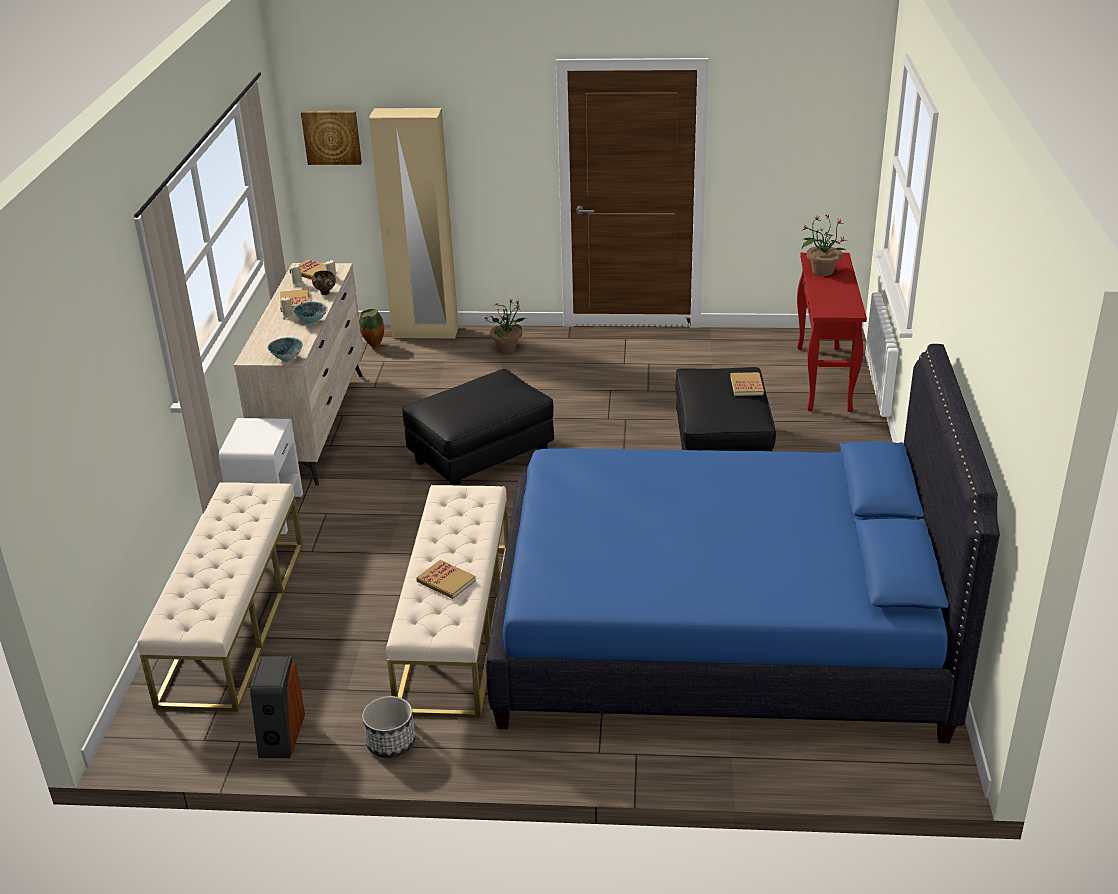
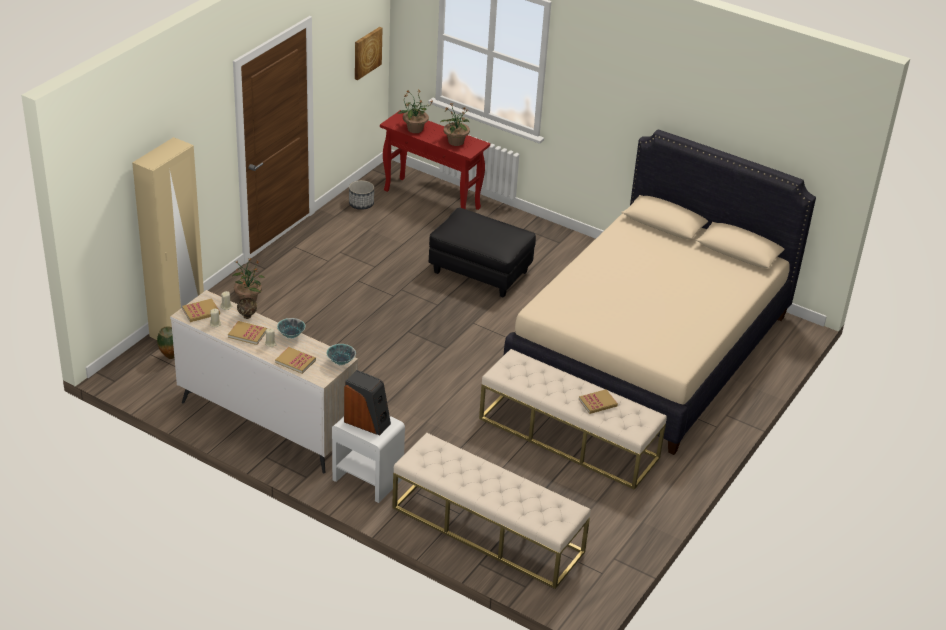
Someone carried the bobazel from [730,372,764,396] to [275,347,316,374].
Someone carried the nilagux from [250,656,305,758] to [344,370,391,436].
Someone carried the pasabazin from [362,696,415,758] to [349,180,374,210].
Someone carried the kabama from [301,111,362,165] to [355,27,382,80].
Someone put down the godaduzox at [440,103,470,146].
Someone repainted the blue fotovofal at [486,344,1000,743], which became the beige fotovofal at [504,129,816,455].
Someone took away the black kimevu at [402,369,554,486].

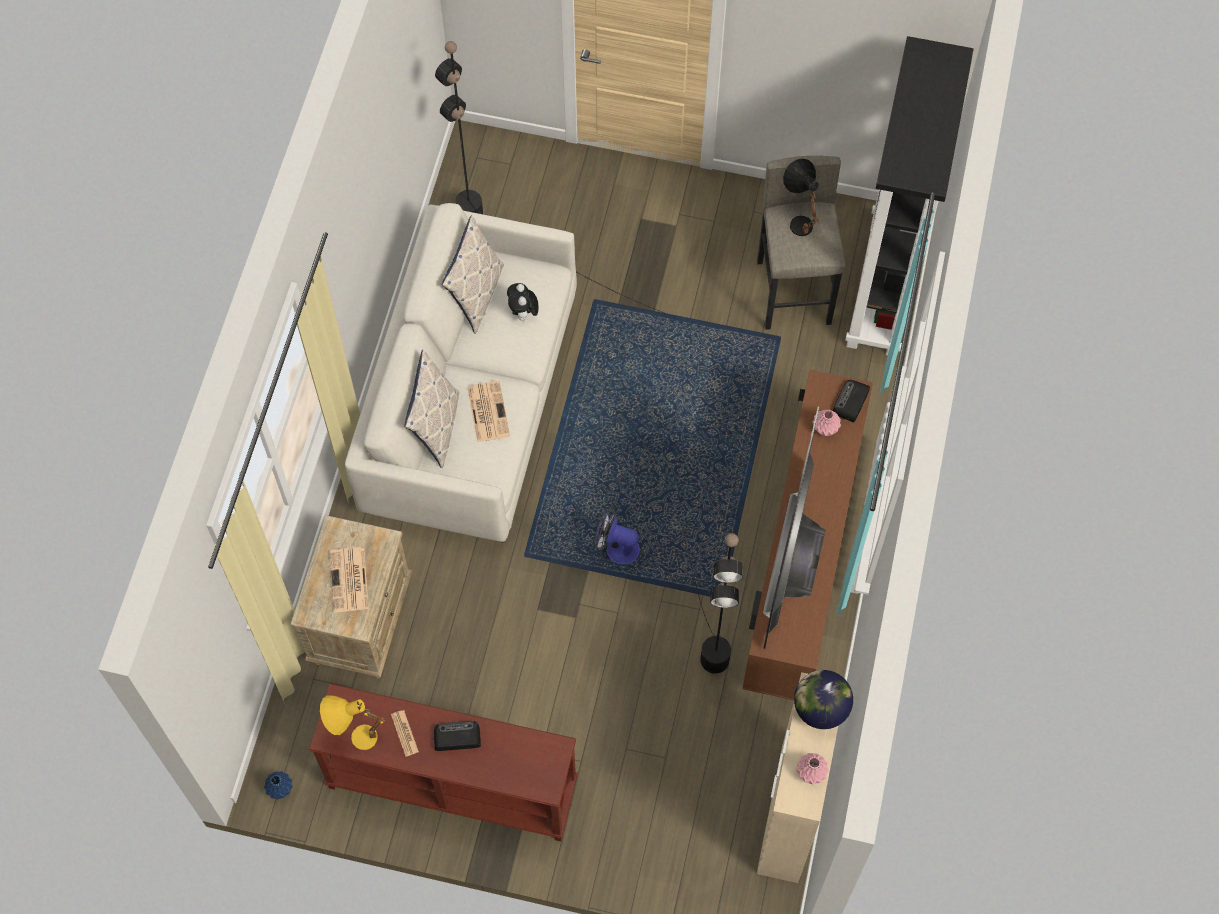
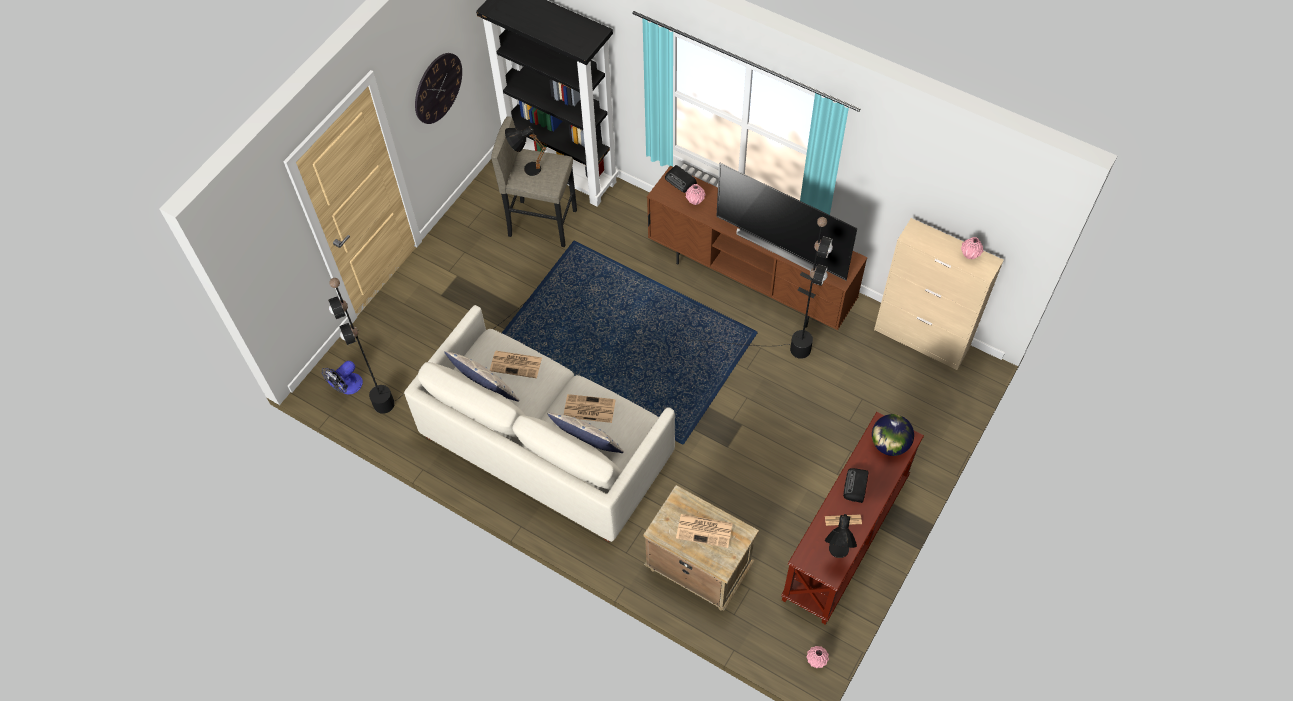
Someone carried the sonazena from [594,508,640,564] to [322,361,363,395].
Someone put up the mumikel at [415,53,462,124].
Someone swapped the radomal at [507,283,538,321] for the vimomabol at [490,351,542,378].
Someone repainted the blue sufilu at [264,771,293,799], which became the pink sufilu at [806,646,829,668].
Someone repainted the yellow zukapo at [320,695,385,750], which became the black zukapo at [825,514,857,558].
Someone carried the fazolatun from [794,670,853,729] to [872,414,914,456].

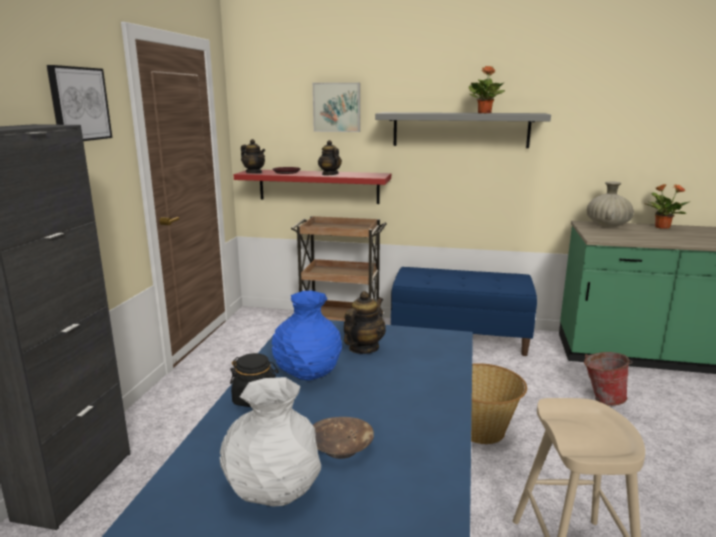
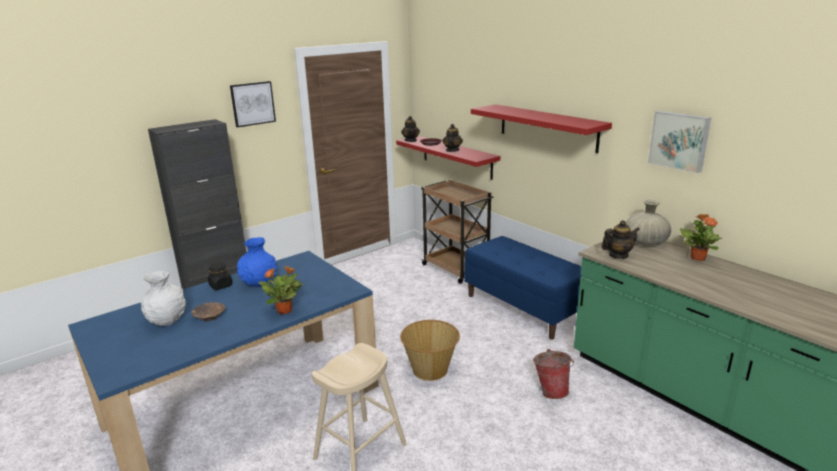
Someone carried the godaduzox from [469,66,505,113] to [259,266,304,314].
Someone repainted the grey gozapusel at [375,112,551,148], which became the red gozapusel at [471,104,612,153].
Someone carried the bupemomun from [344,291,386,354] to [601,220,640,259].
Someone carried the kabama from [313,83,360,132] to [648,111,711,173].

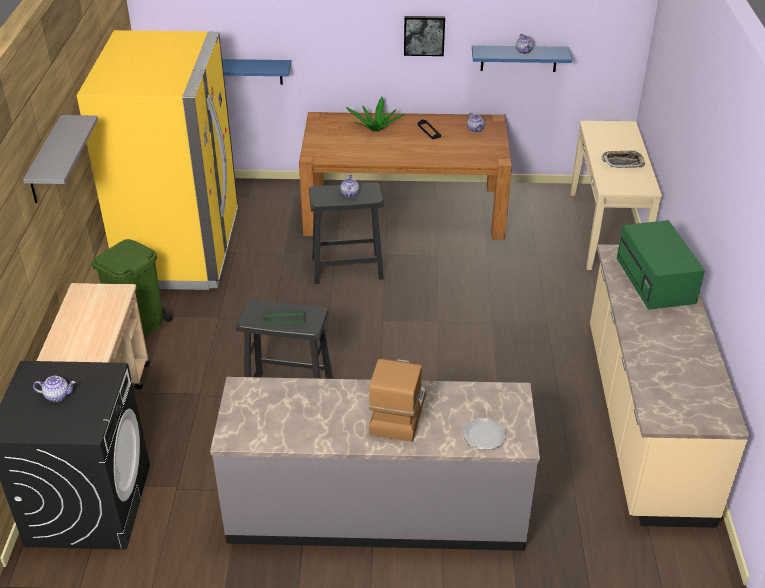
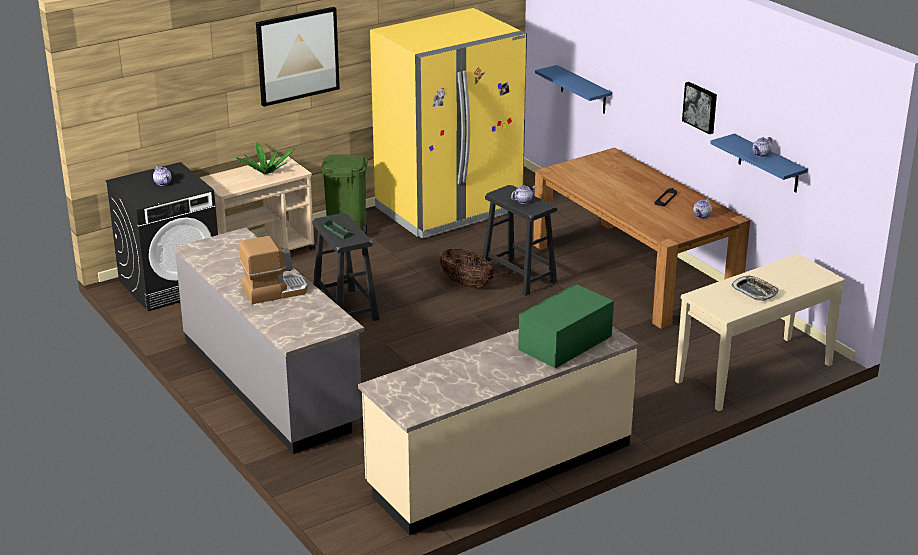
Someone carried the godaduzox from [346,97,405,131] to [235,142,295,174].
Someone swapped the grey gozapusel at [23,115,98,203] for the kabama at [256,7,340,107].
Someone put down the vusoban at [440,249,494,288].
Someone took away the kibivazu at [463,418,506,450].

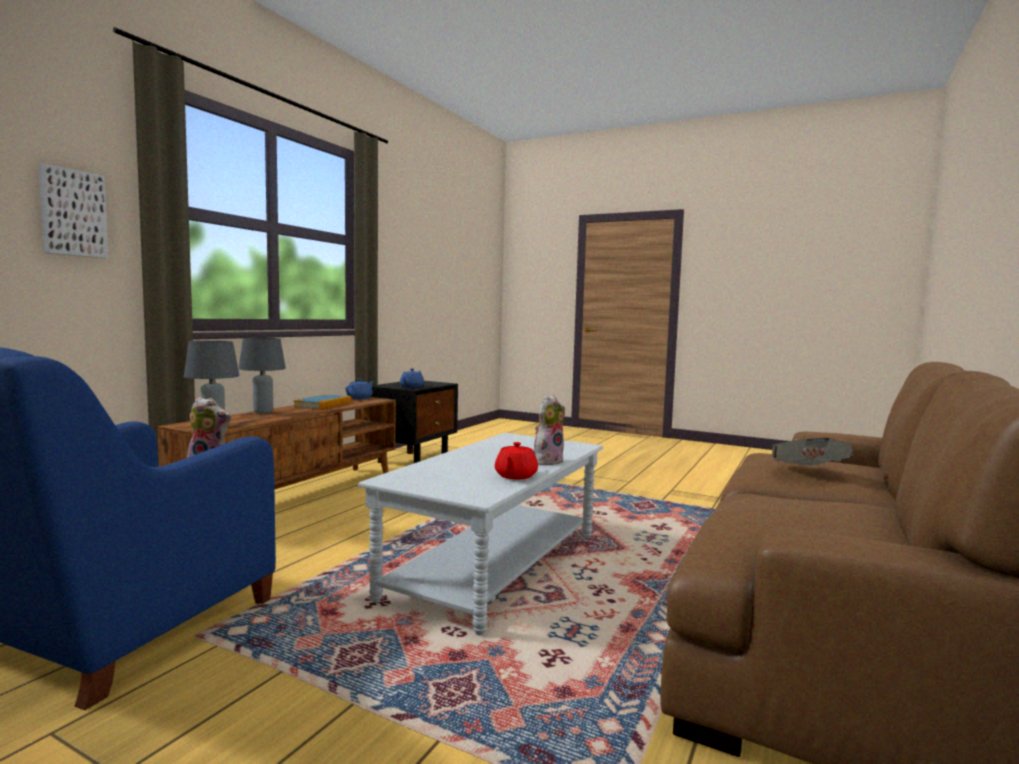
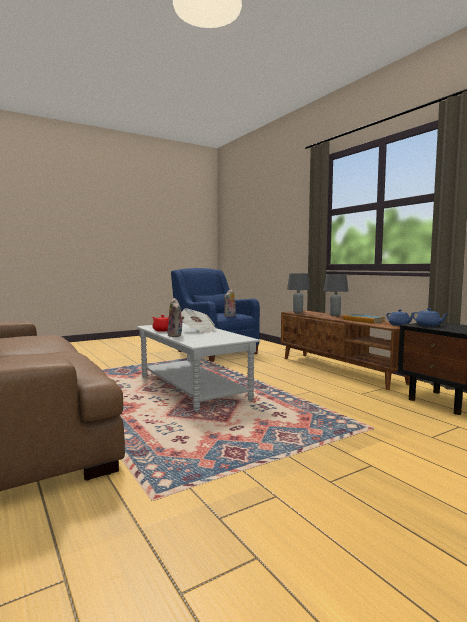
Someone carried the vimomabol from [772,438,853,465] to [181,309,217,334].
Someone took away the kabama at [38,163,109,258].

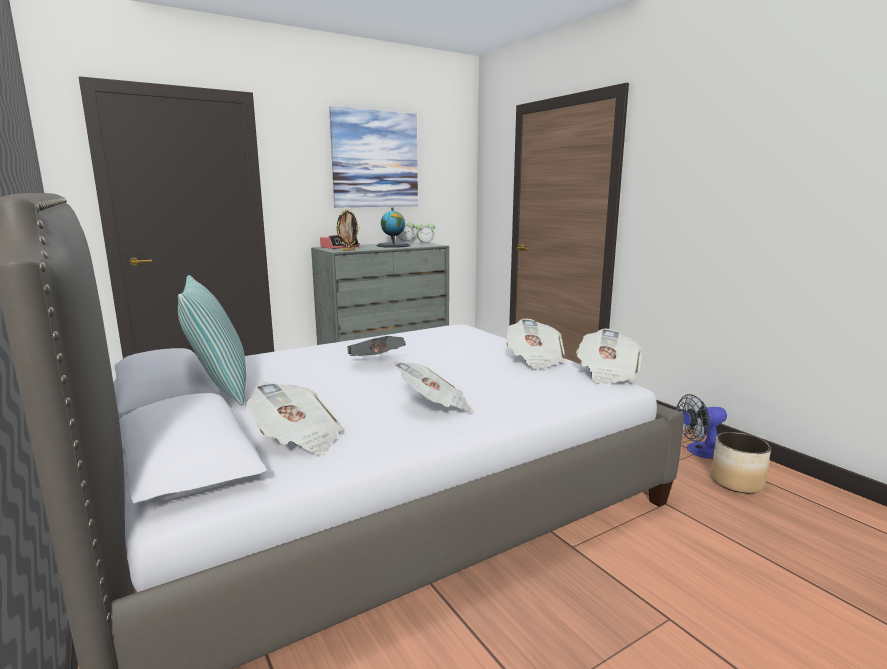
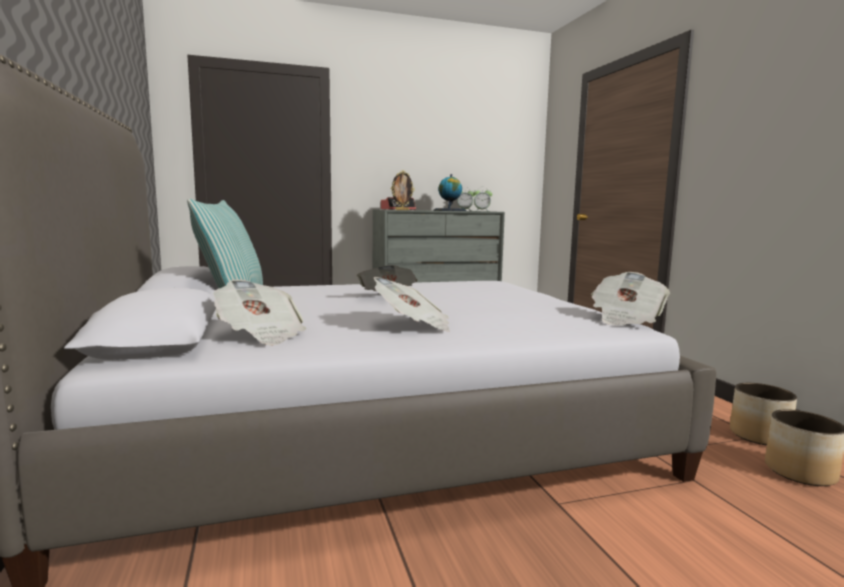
Someone swapped the sonazena at [676,394,727,459] for the pasabazin at [730,383,797,446].
Someone took away the kabama at [329,106,418,207].
Someone took away the vimomabol at [506,319,565,370].

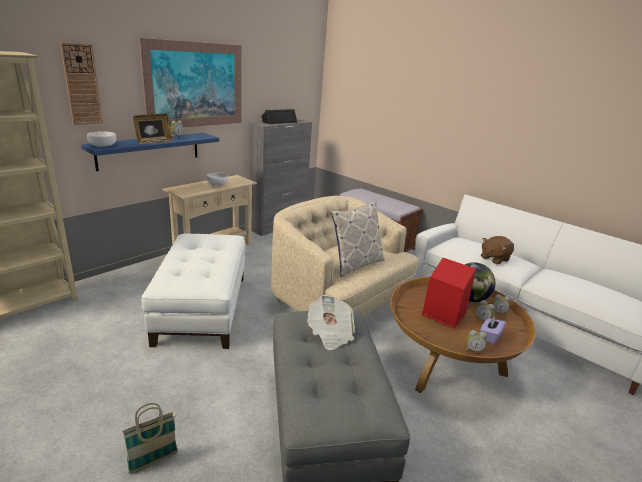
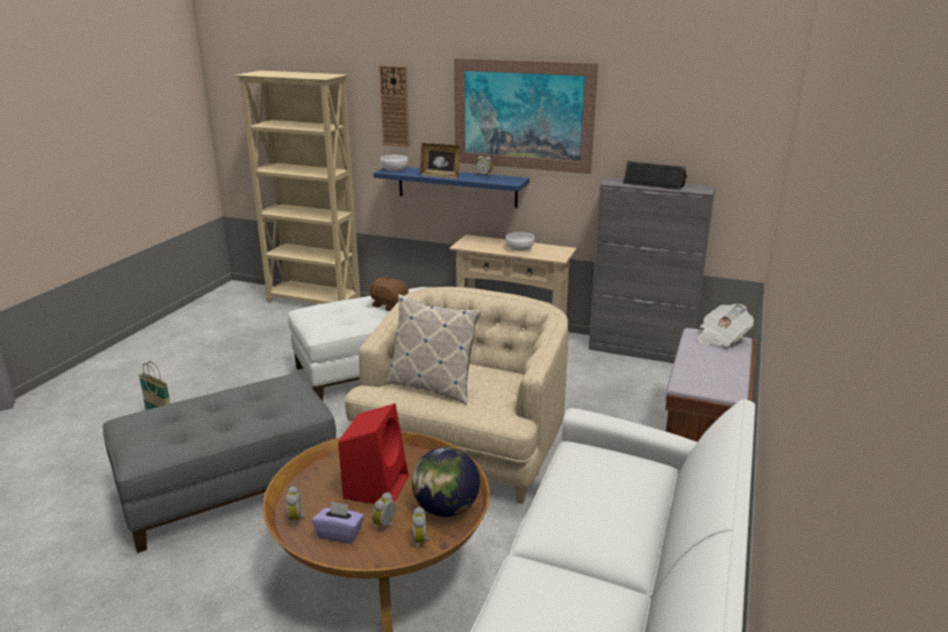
Someone carried the brown radomal from [481,236,514,264] to [369,276,409,311].
Someone carried the vimomabol from [307,295,355,350] to [698,304,754,347].

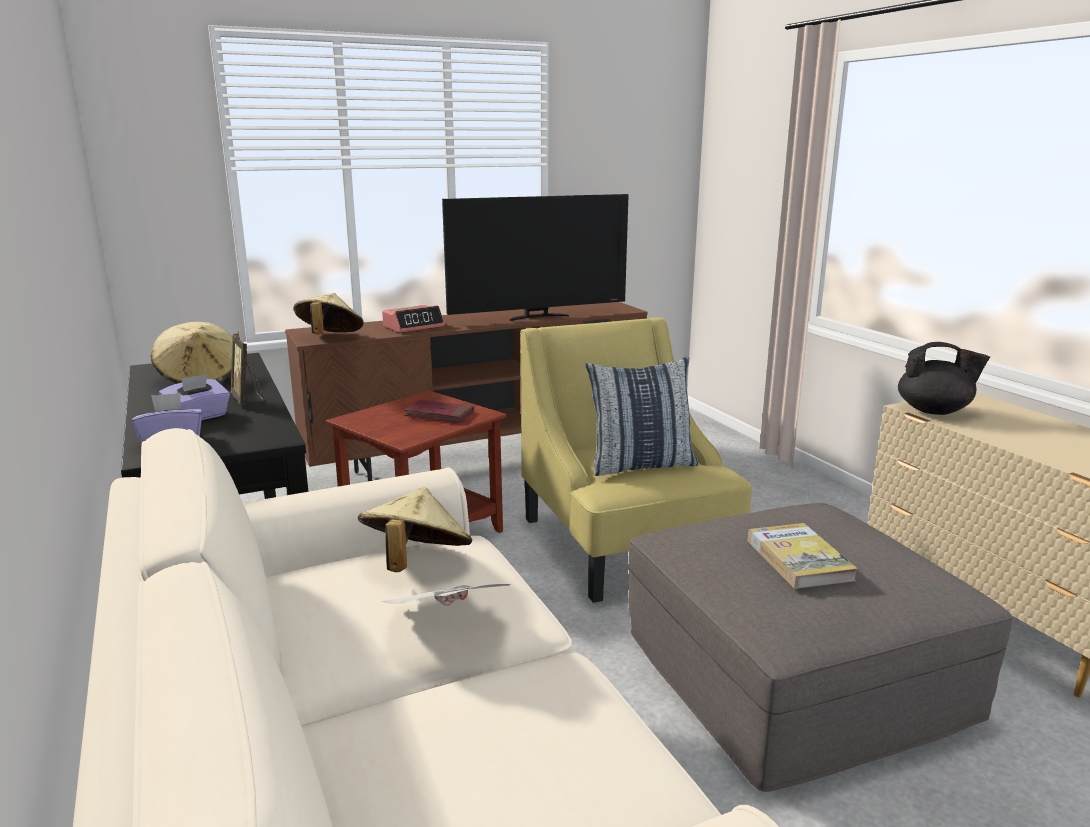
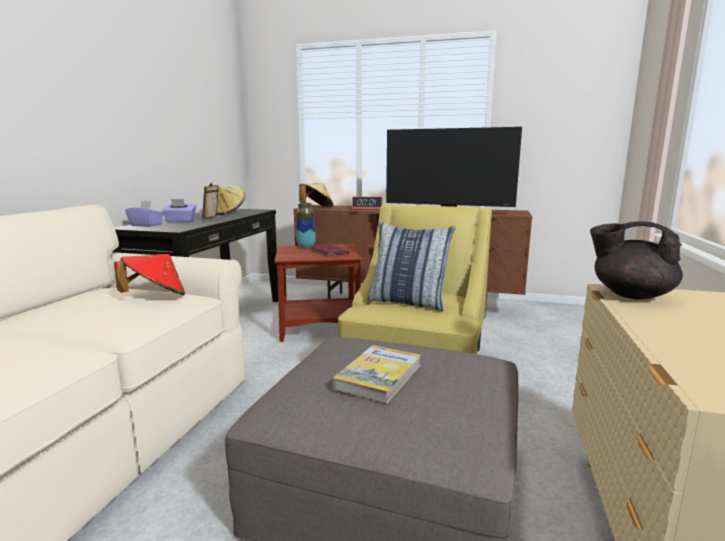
Someone repainted the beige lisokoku at [358,487,472,572], which became the red lisokoku at [114,254,185,295].
Someone put down the sufilu at [296,203,316,248].
Someone rotated the black bupemomun at [898,342,990,415] by 150 degrees clockwise.
Someone took away the vimomabol at [382,584,510,606].

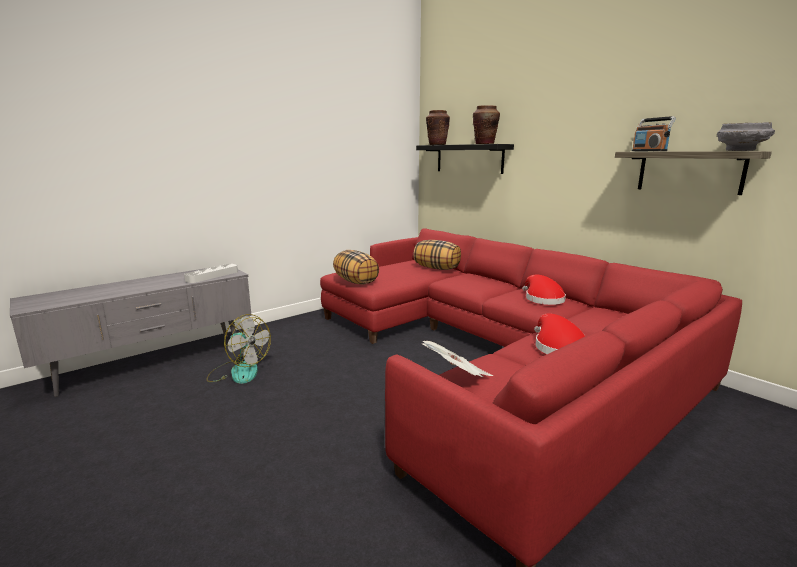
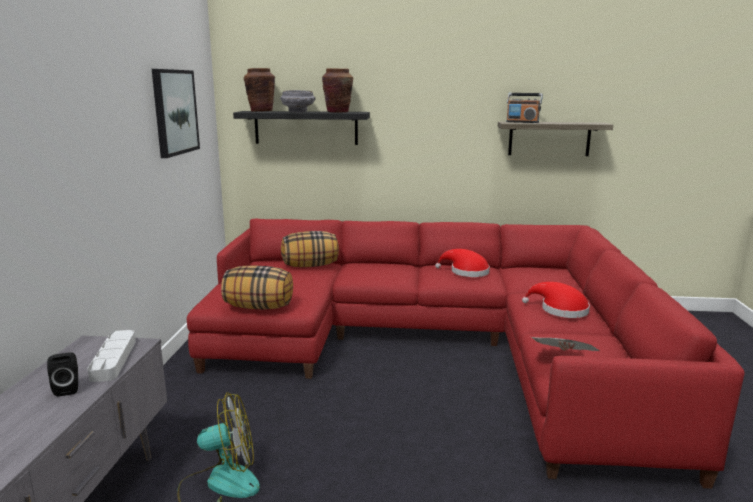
Someone put down the black nilagux at [47,352,78,397].
Someone put up the kabama at [152,69,200,158].
Someone carried the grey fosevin from [717,122,775,151] to [280,90,315,112].

